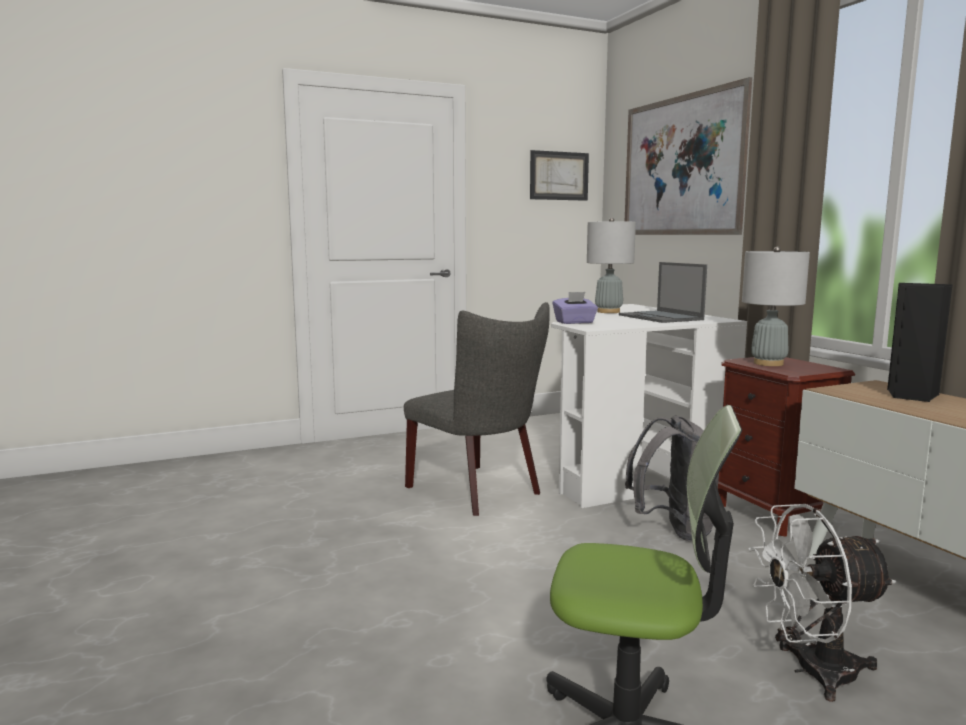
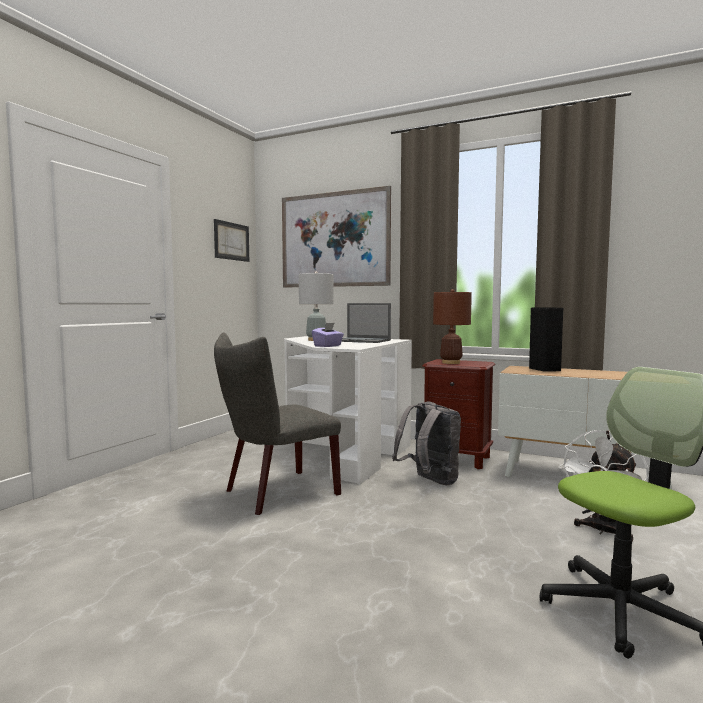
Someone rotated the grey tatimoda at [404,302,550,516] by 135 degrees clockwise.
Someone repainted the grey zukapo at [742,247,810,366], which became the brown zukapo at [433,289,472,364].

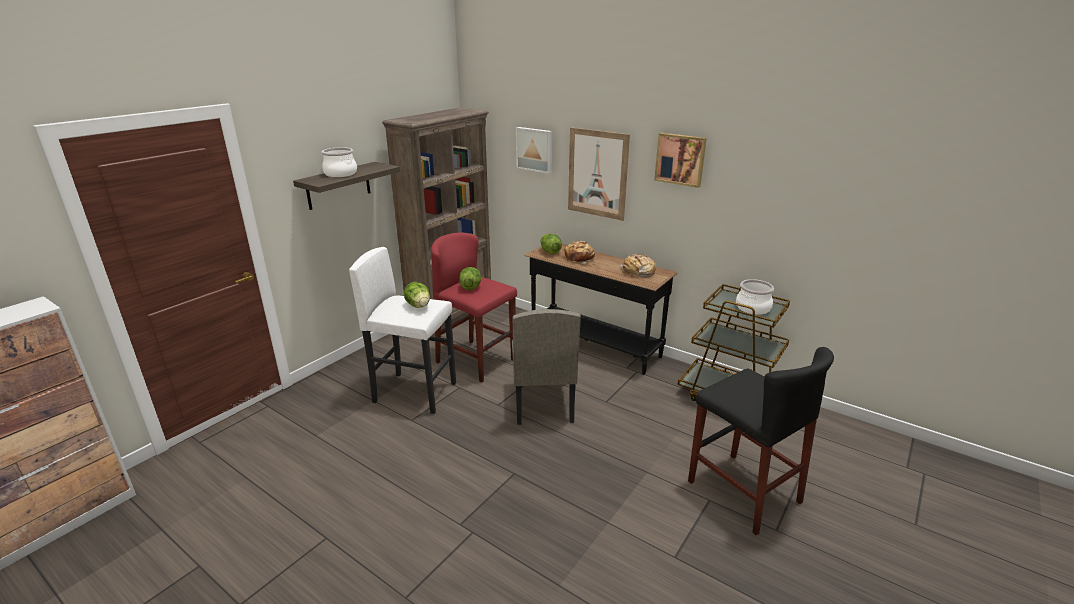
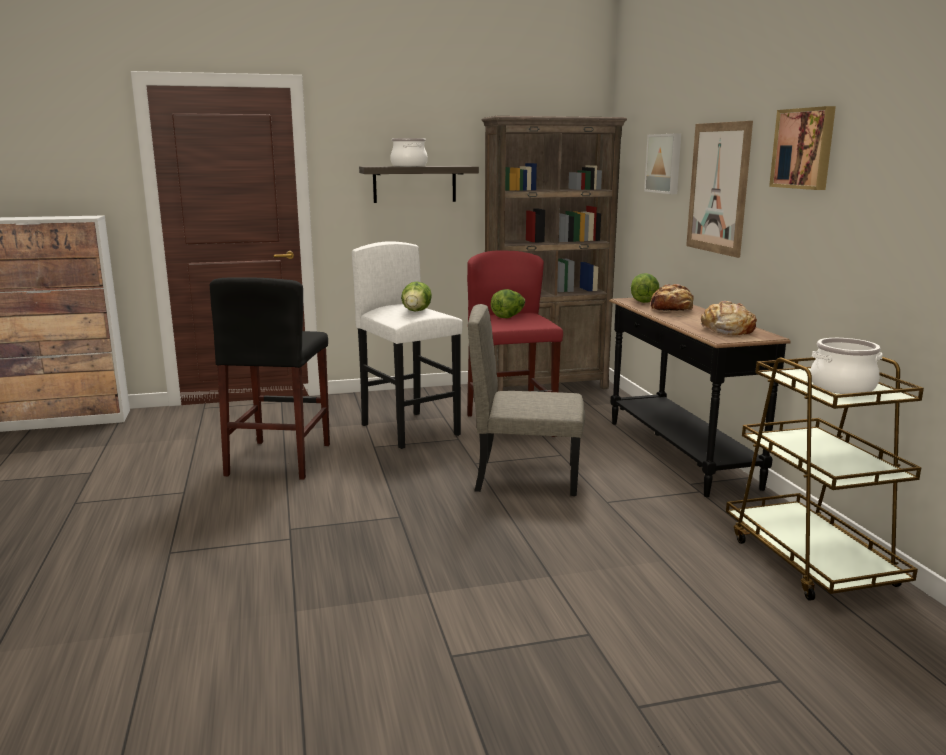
Someone carried the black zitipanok from [688,347,834,536] to [210,278,330,480].
Someone rotated the beige tatimoda at [512,309,581,425] by 60 degrees clockwise.

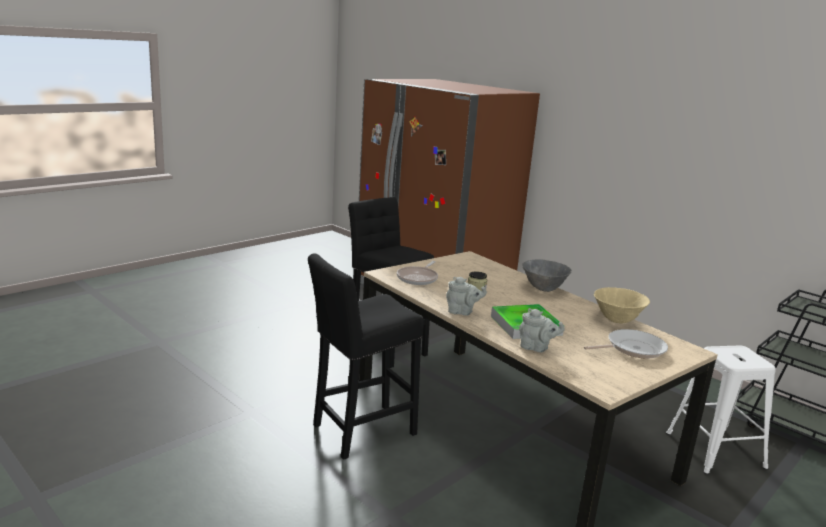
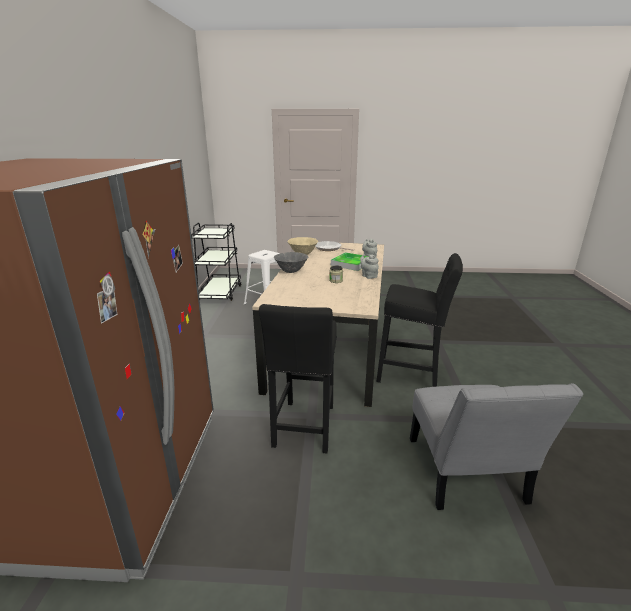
Someone put down the grey tatimoda at [410,383,584,510].
Someone took away the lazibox at [397,261,438,285].

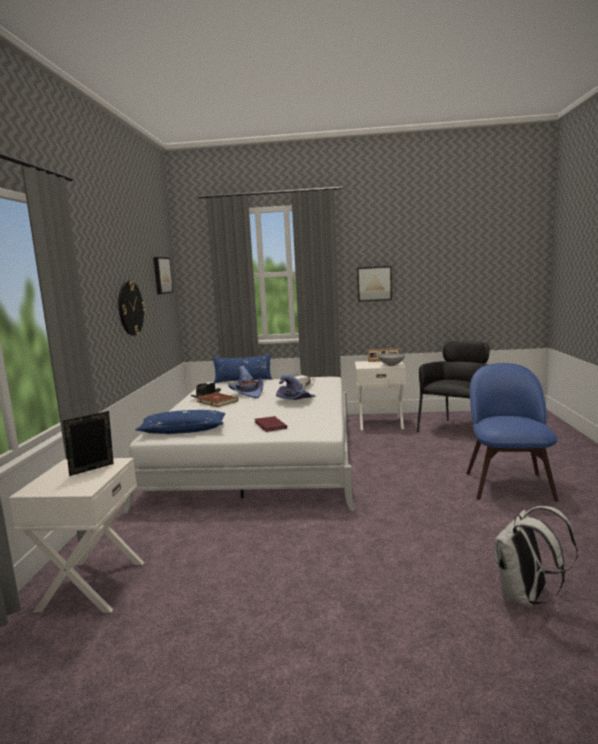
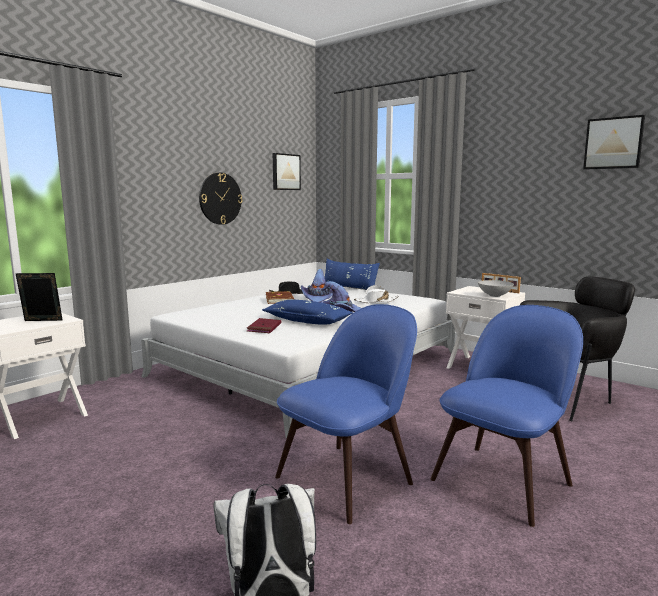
Someone carried the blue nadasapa from [135,410,226,434] to [262,299,353,325].
Someone put down the blue tatimoda at [275,304,417,524].
Someone carried the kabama from [357,266,392,302] to [583,115,645,170].

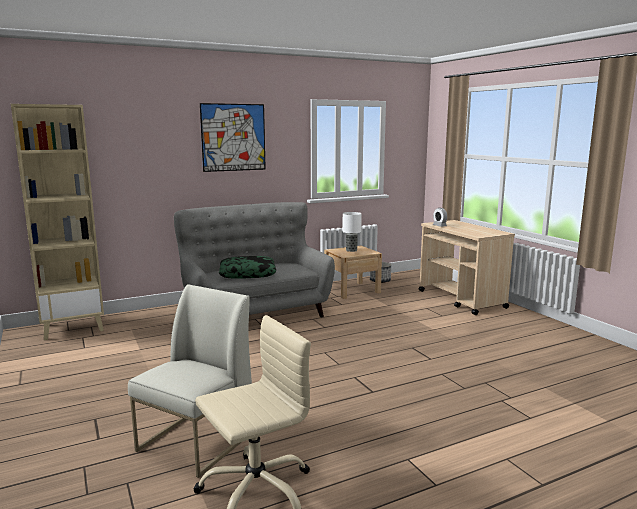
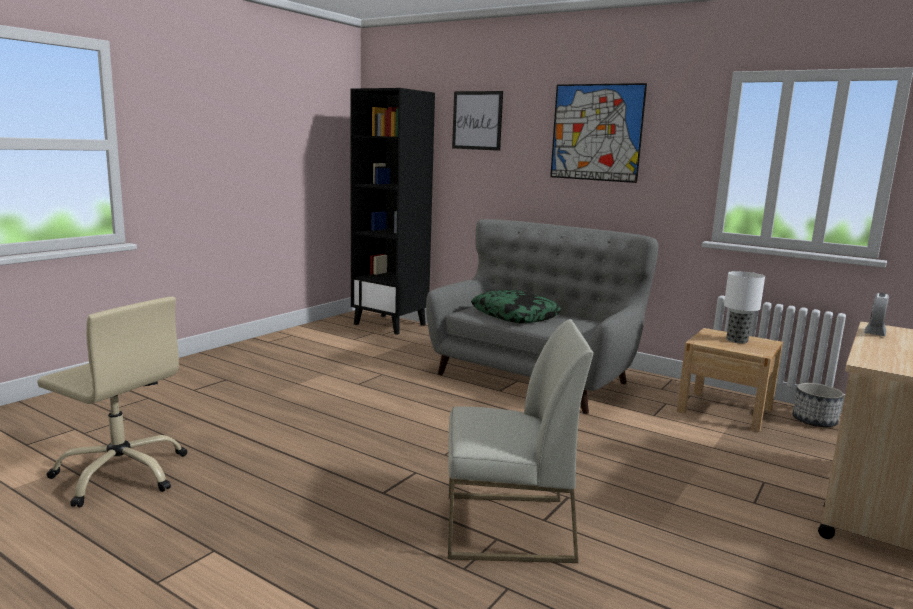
Someone repainted the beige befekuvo at [11,104,104,340], which became the black befekuvo at [351,88,435,335].
Someone carried the white tatimoda from [128,284,252,478] to [448,319,594,563].
Someone put up the kabama at [452,91,503,151].

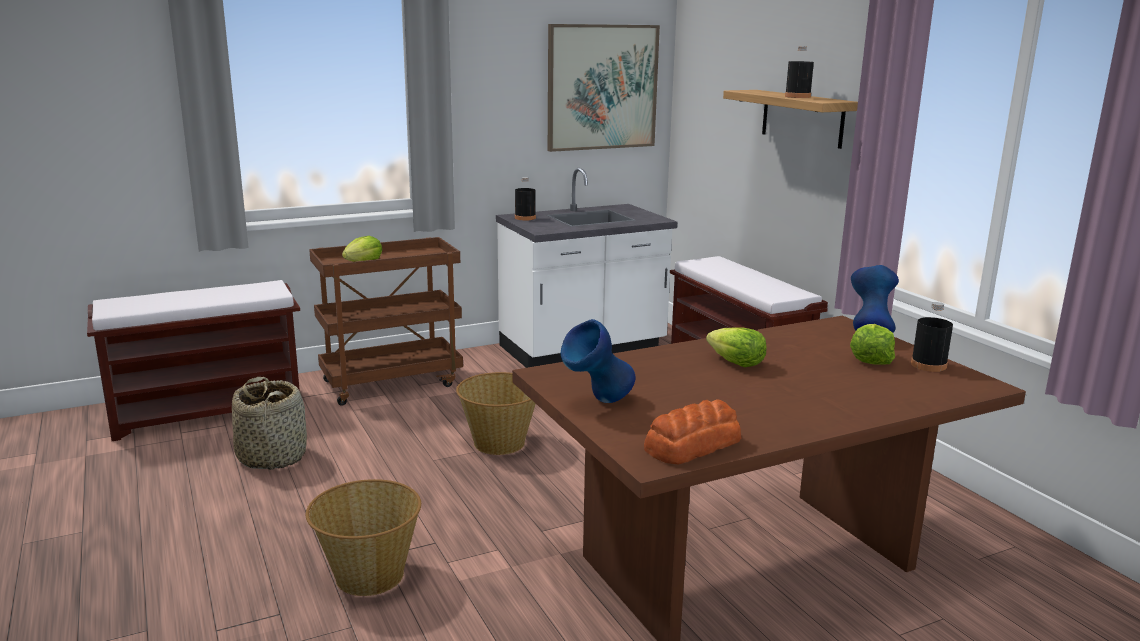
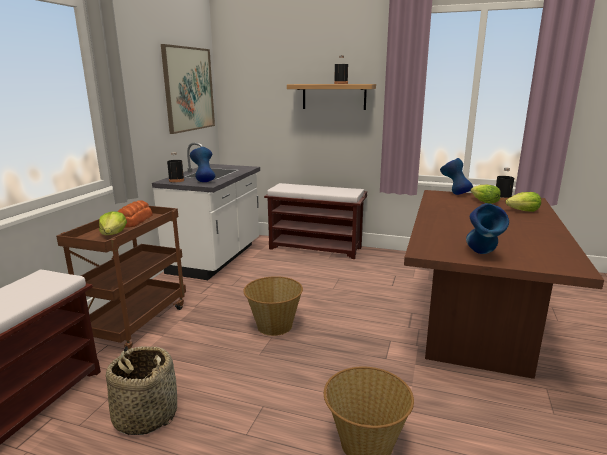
Someone carried the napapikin from [644,399,741,465] to [118,200,153,228].
Someone put down the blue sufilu at [190,147,216,182].
Someone carried the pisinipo from [706,328,766,367] to [505,192,541,212].

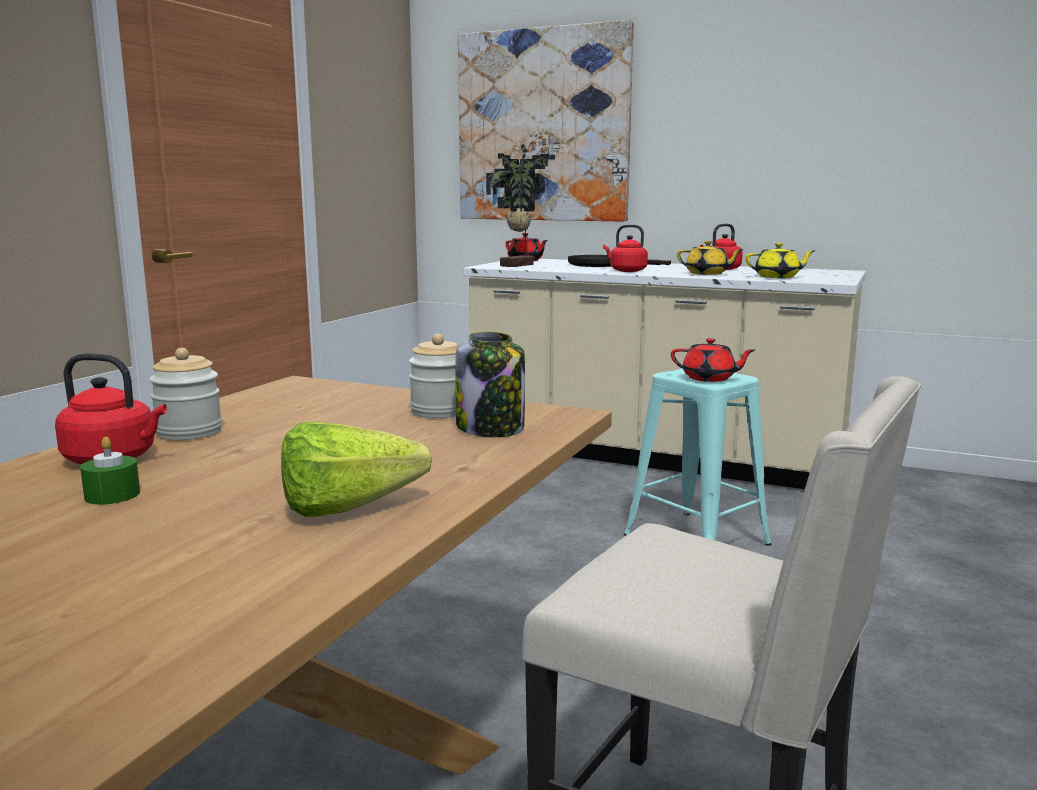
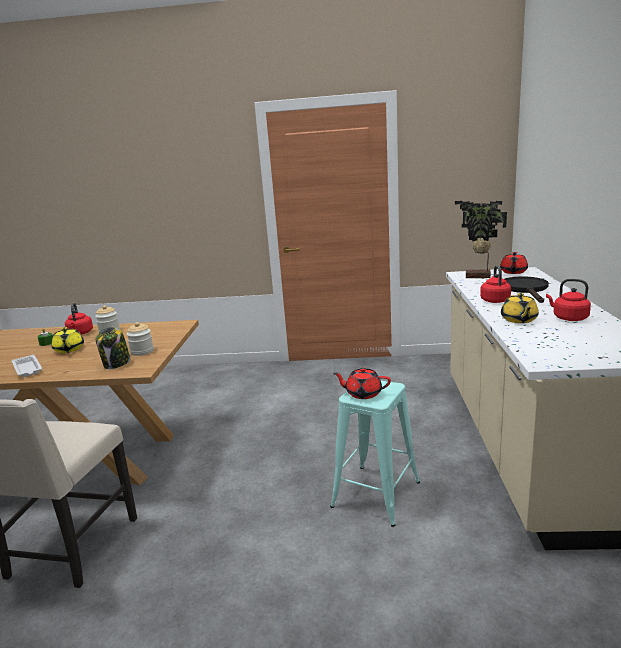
Someone swapped the pisinipo at [281,422,432,517] for the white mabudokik at [12,355,42,377].
Someone carried the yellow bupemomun from [746,243,815,278] to [51,327,84,353].
Someone rotated the red bupemomun at [671,338,755,382] by 105 degrees clockwise.
Someone took away the kabama at [458,20,634,222].

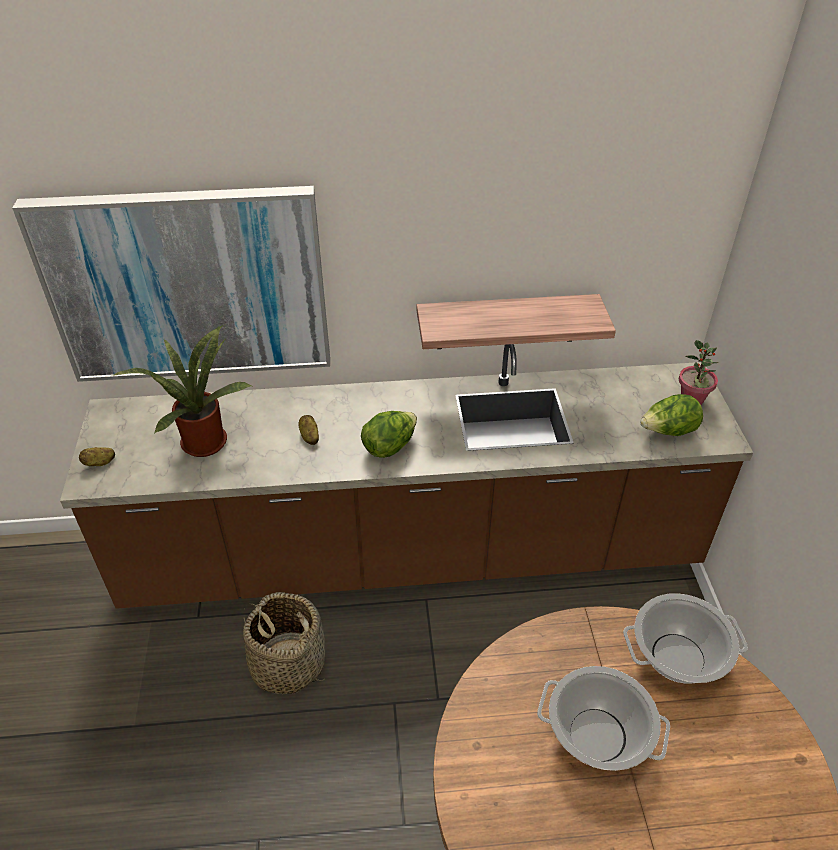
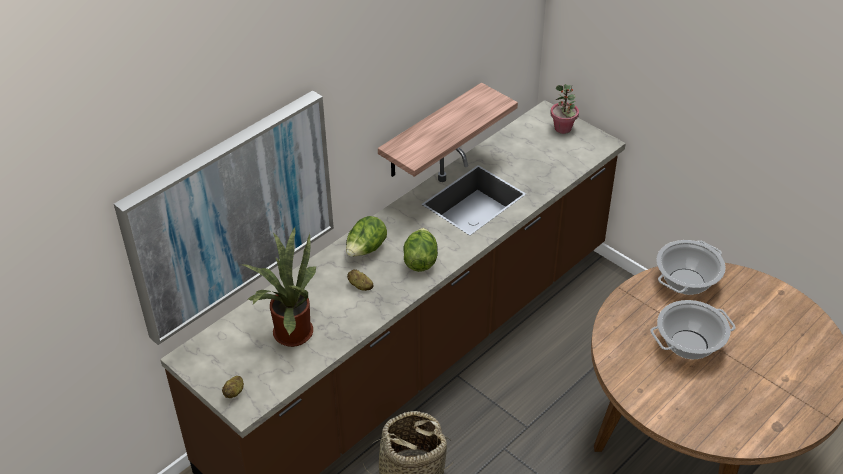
Someone carried the pisinipo from [640,394,703,436] to [346,216,387,257].

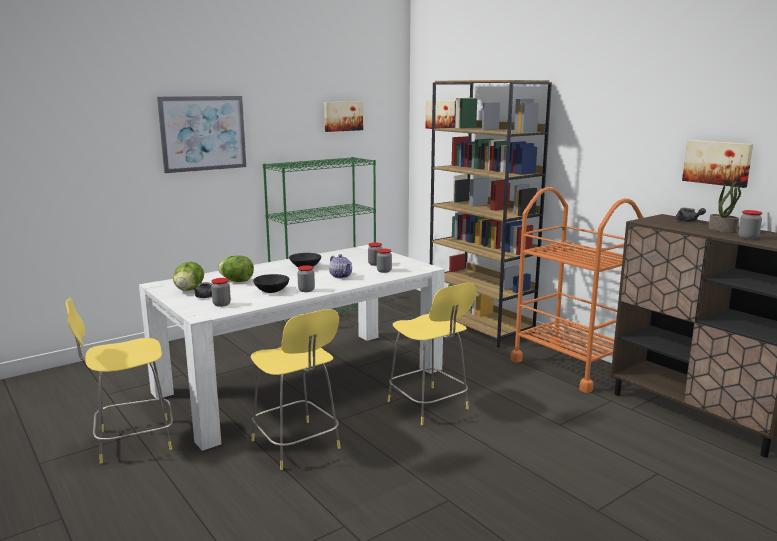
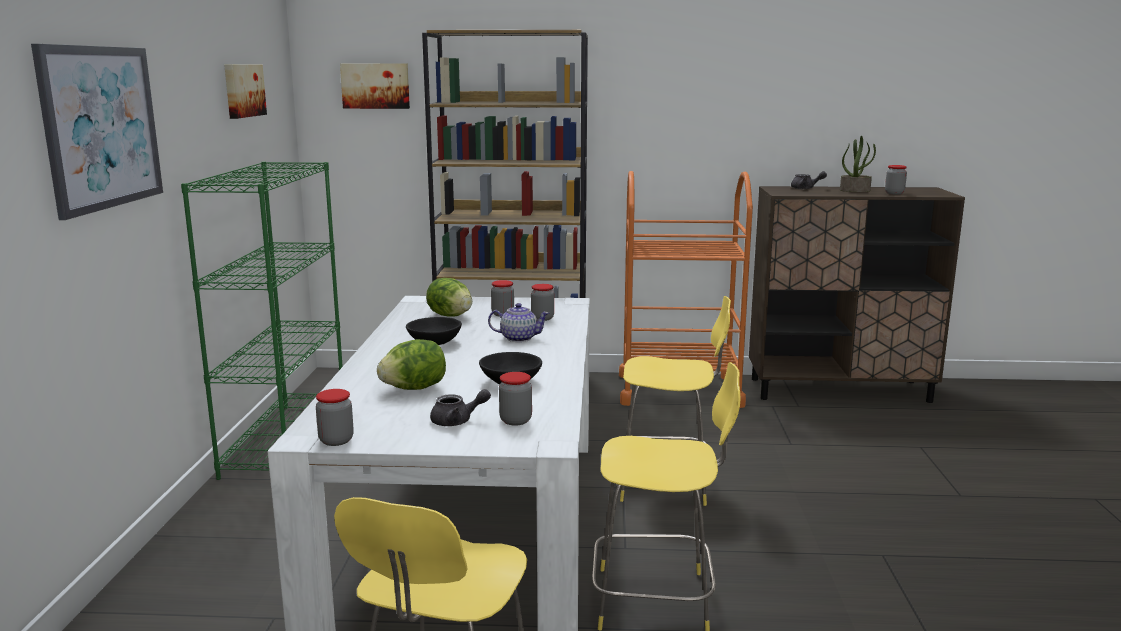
Someone carried the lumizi from [297,265,315,292] to [316,389,354,446].
Someone carried the pisinipo from [173,262,204,291] to [426,278,472,316].
Someone took away the kabama at [682,140,753,188].

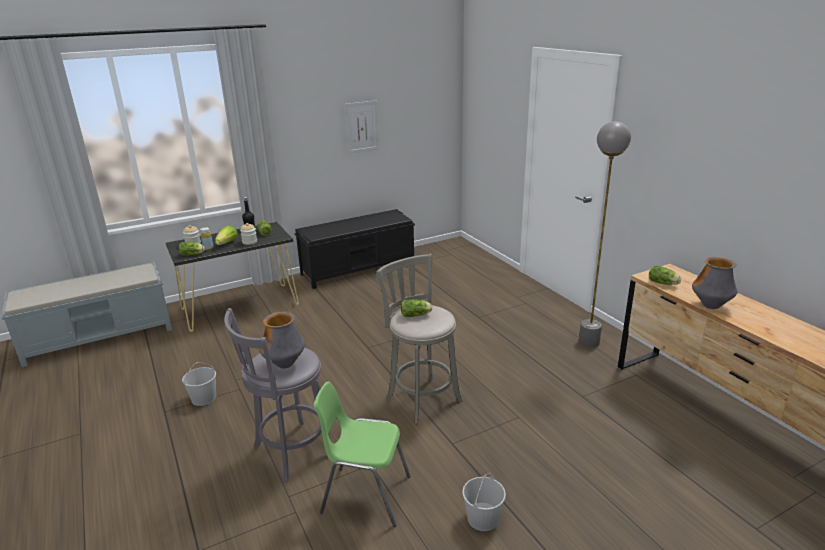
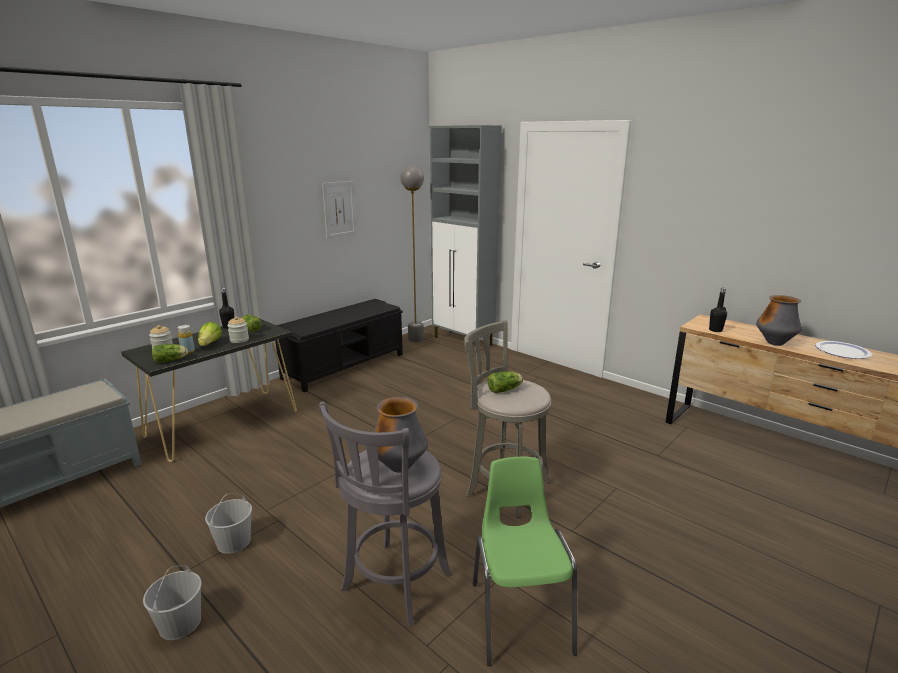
Someone carried the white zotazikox from [462,473,506,531] to [143,565,202,640].
Someone carried the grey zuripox from [579,121,631,348] to [400,165,424,342].
Someone put down the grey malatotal at [430,125,502,345].
Someone rotated the green tatimoda at [314,382,411,527] by 90 degrees clockwise.
Someone swapped the pisinipo at [649,265,681,285] for the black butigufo at [709,288,727,332].
Someone put down the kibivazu at [815,341,872,359].

